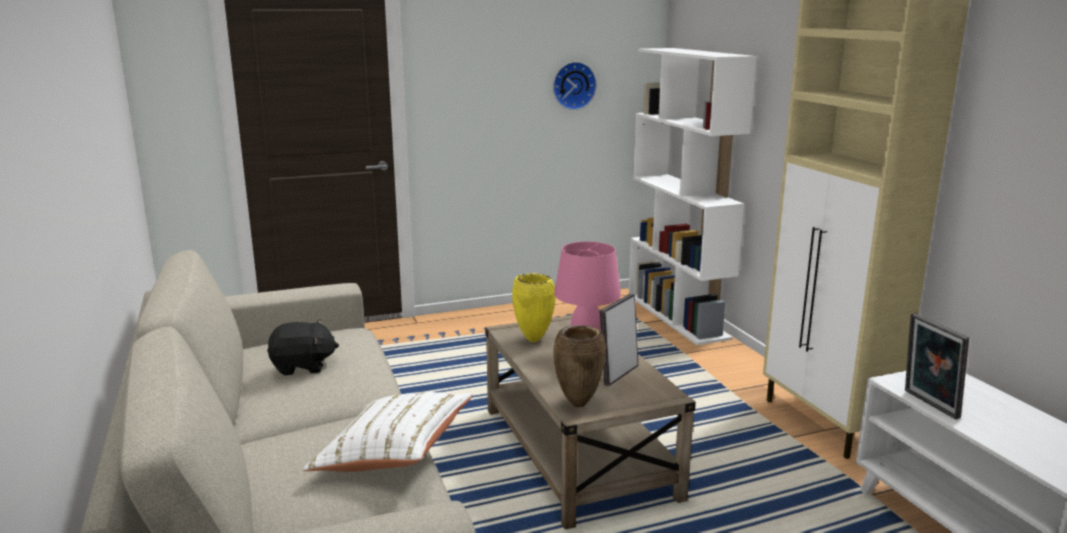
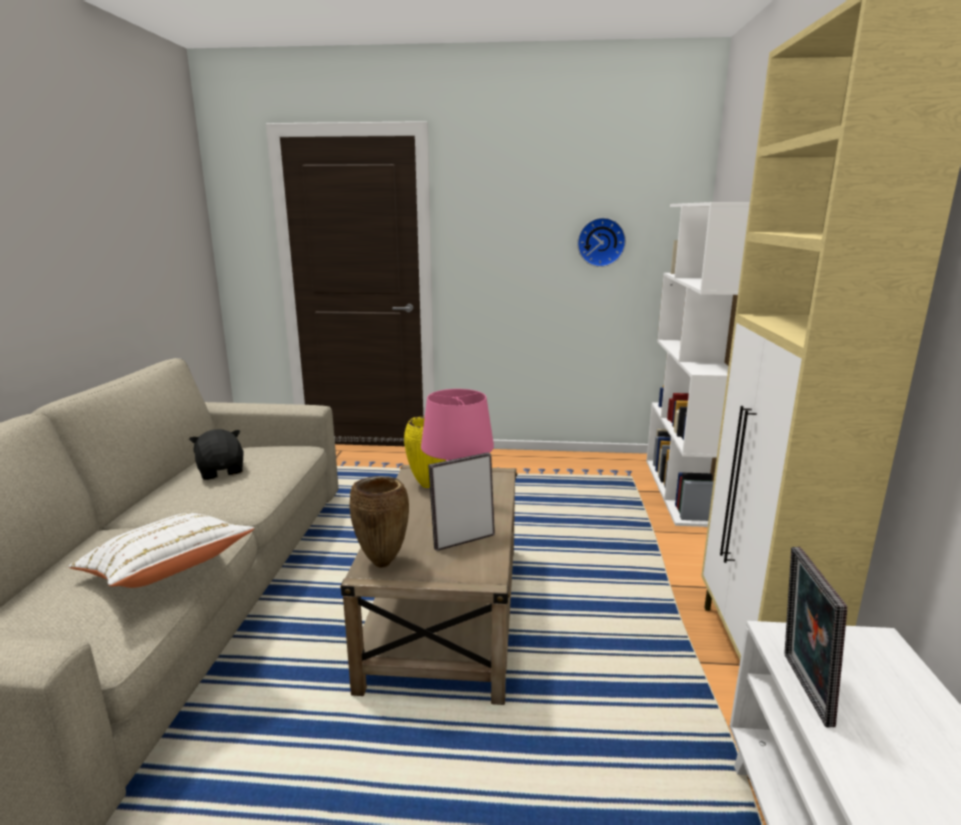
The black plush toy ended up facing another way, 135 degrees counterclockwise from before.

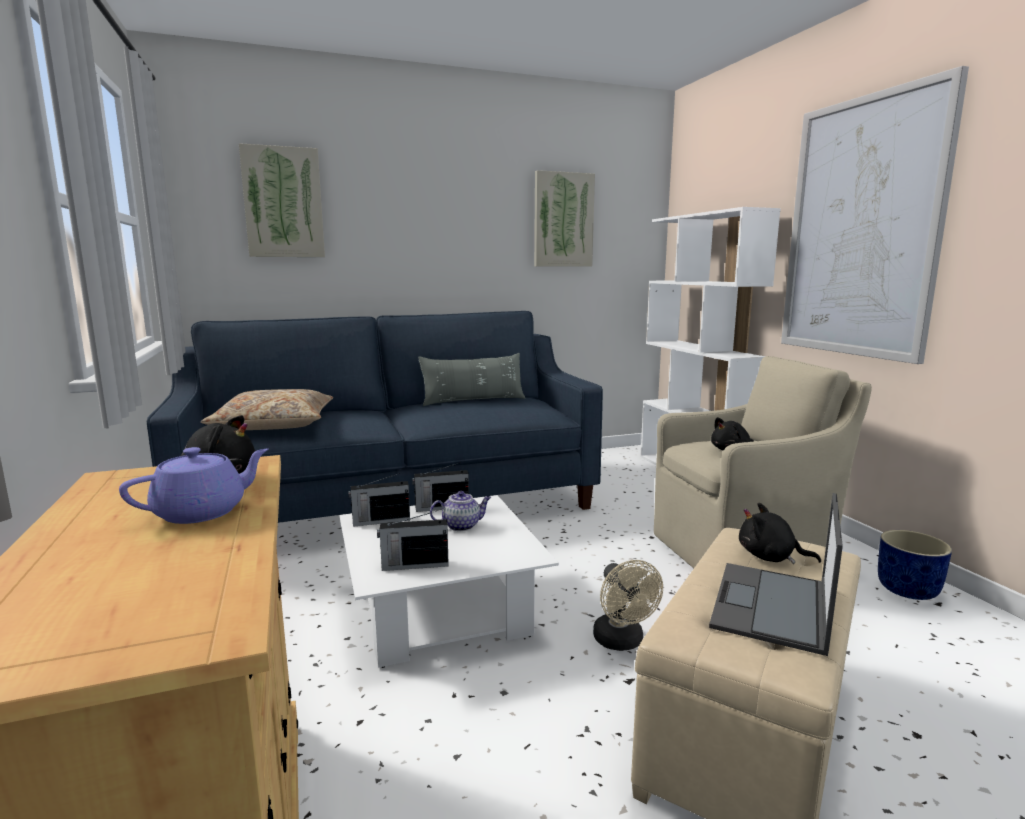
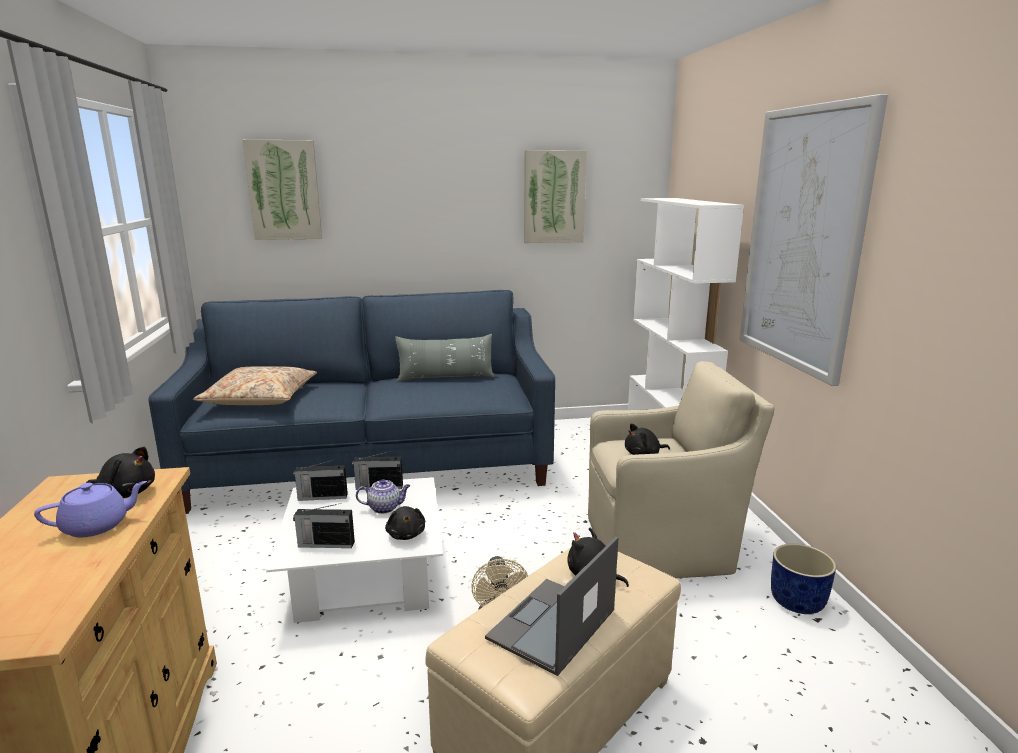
The second view gained the black plush toy (2nd from left).

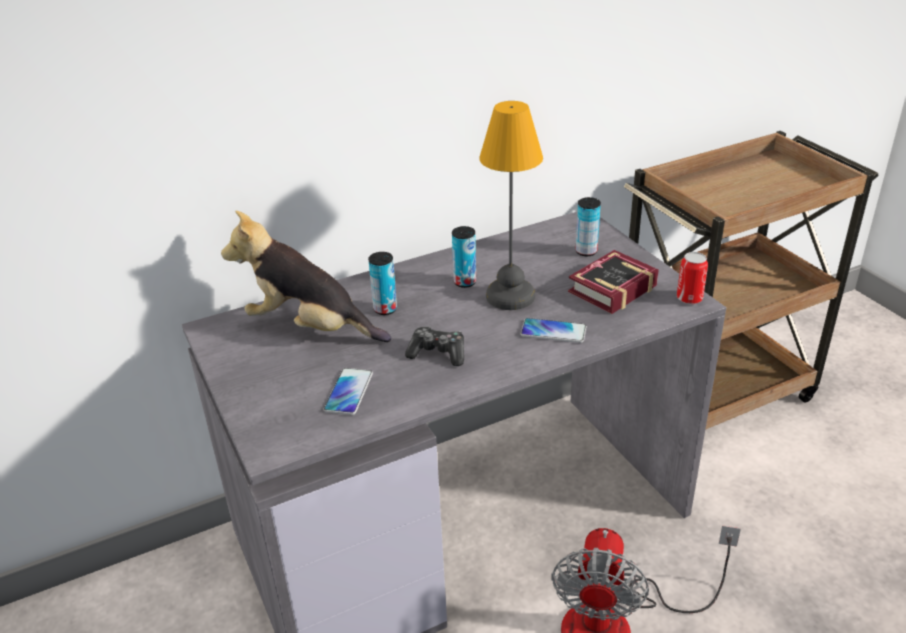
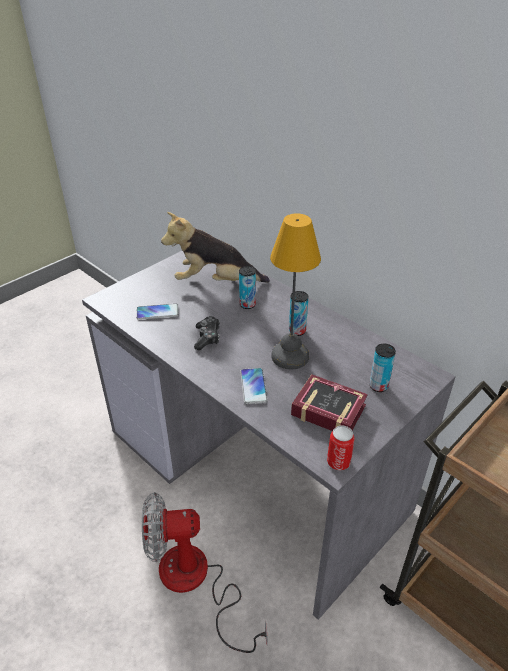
The plush toy ended up facing another way, 90 degrees counterclockwise from before.

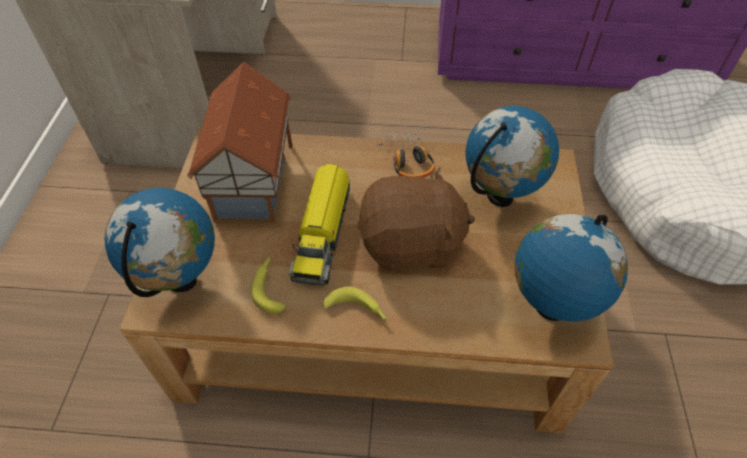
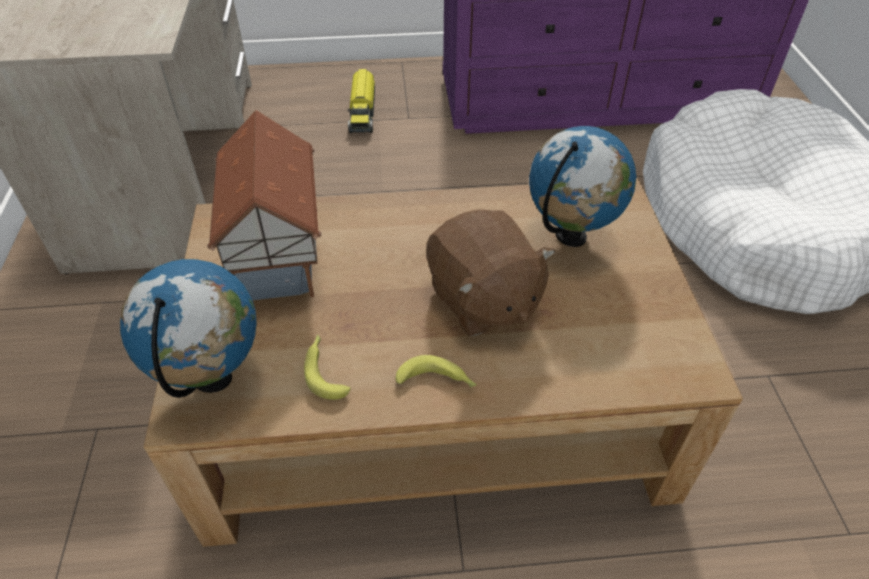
The second view lost the headphones.
The toy truck ended up elsewhere.
The brown plush toy ended up facing another way, 75 degrees clockwise from before.
The second view lost the globe (3rd from left).

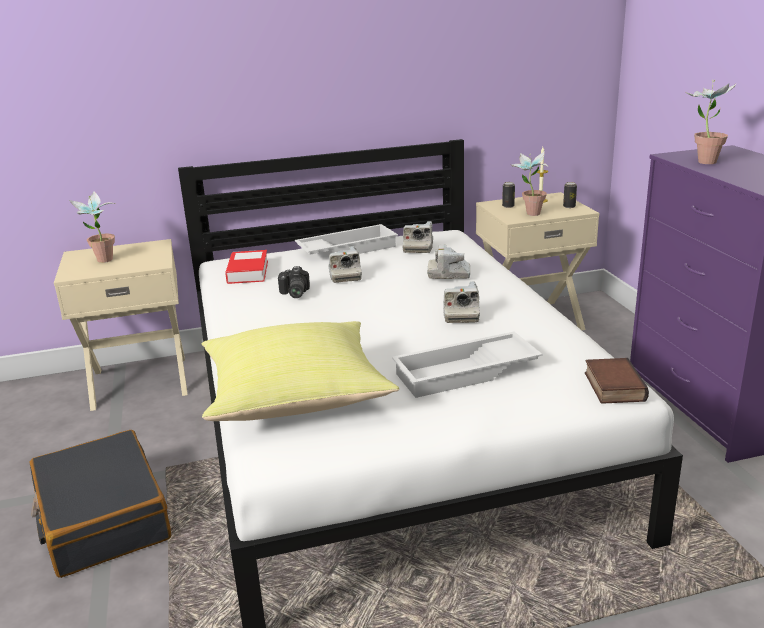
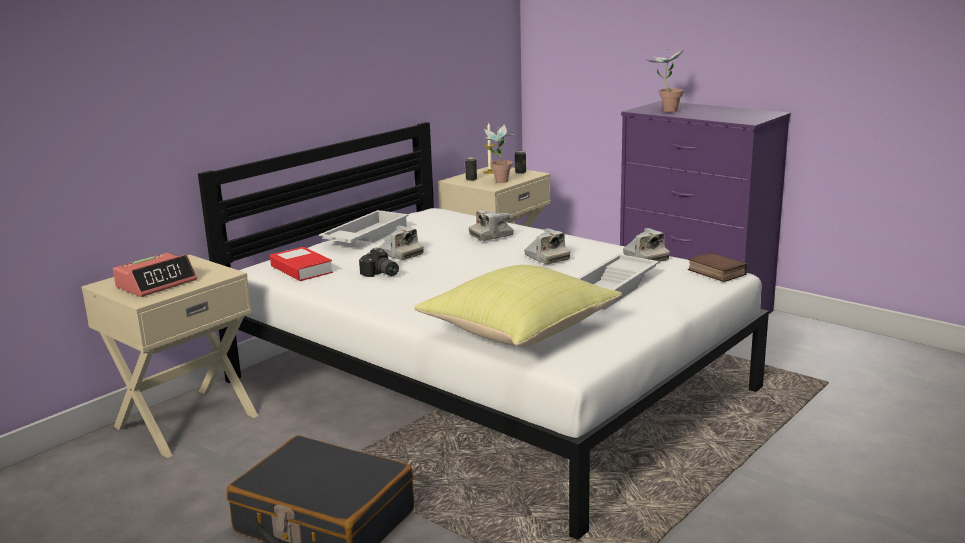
Where the potted plant (1st from left) stood, the alarm clock came to stand.
The photo camera (3rd from left in the first image) ended up elsewhere.

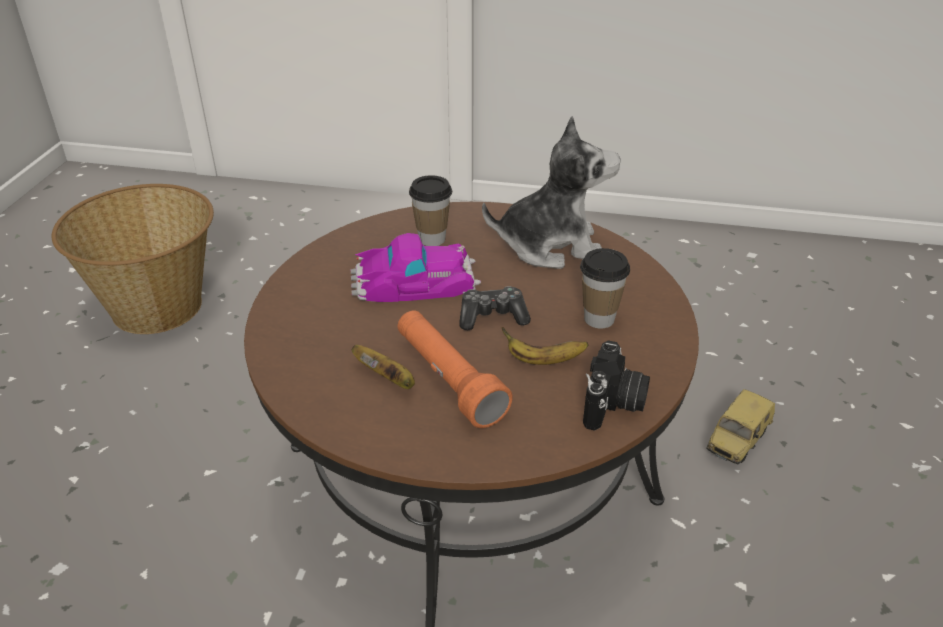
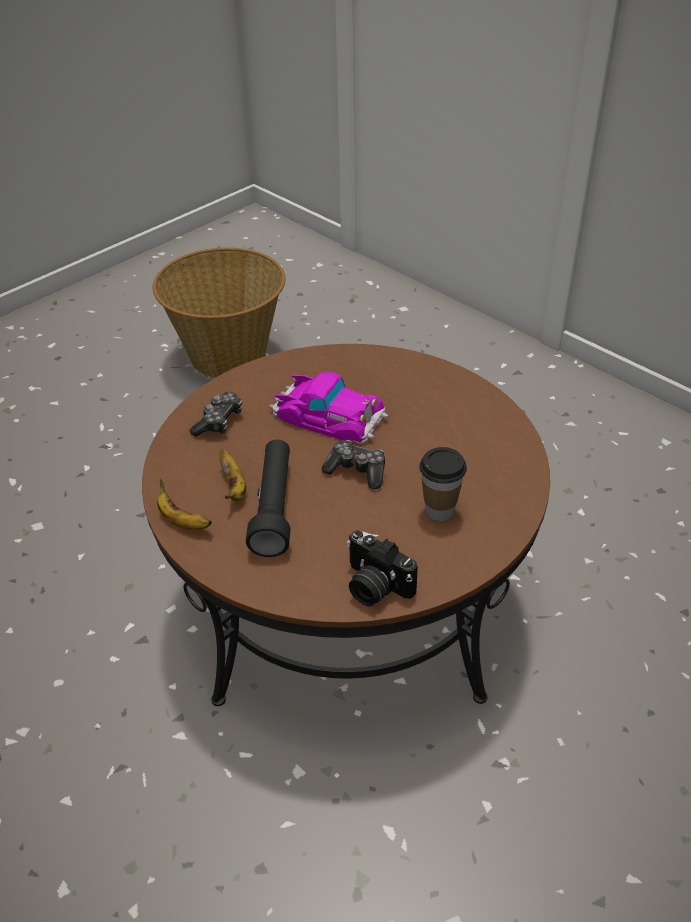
The second view lost the plush toy.
The second view lost the cup (1st from left).
What was the orange flashlight turned into the black flashlight.
The banana (2nd from left in the first image) ended up elsewhere.
The photo camera ended up facing another way, 75 degrees clockwise from before.
The second view lost the toy car (2nd from left).
The second view gained the game controller (1st from left).

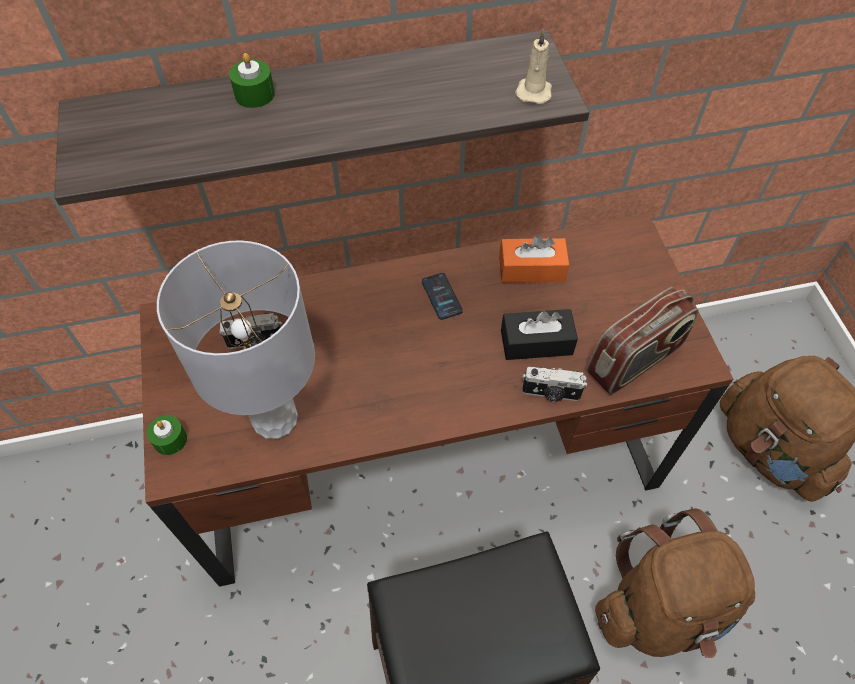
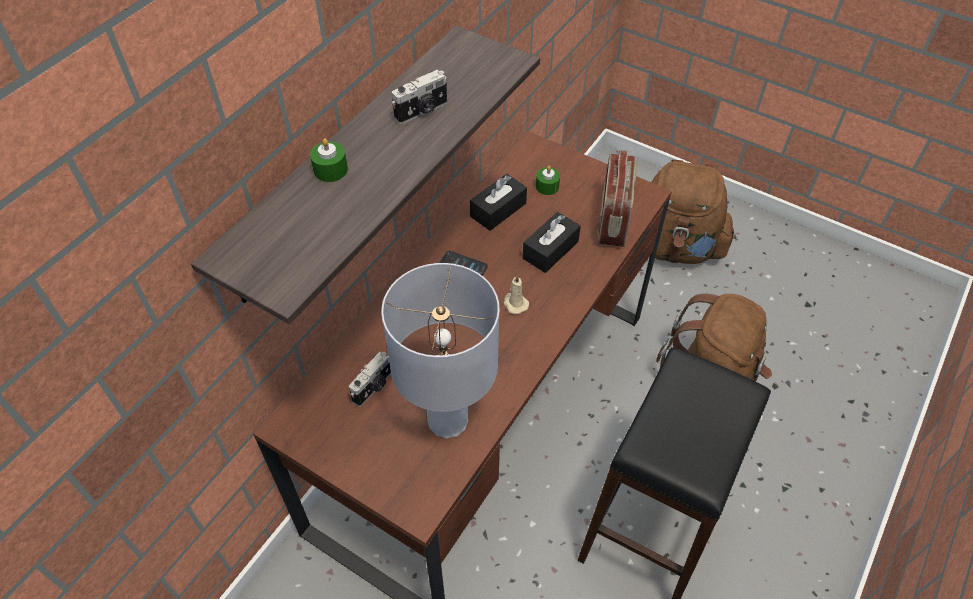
The beige candle ended up elsewhere.
What was the orange tissue box turned into the black tissue box (1st from left).
The photo camera (2nd from left) ended up elsewhere.
The green candle (1st from left in the first image) ended up elsewhere.

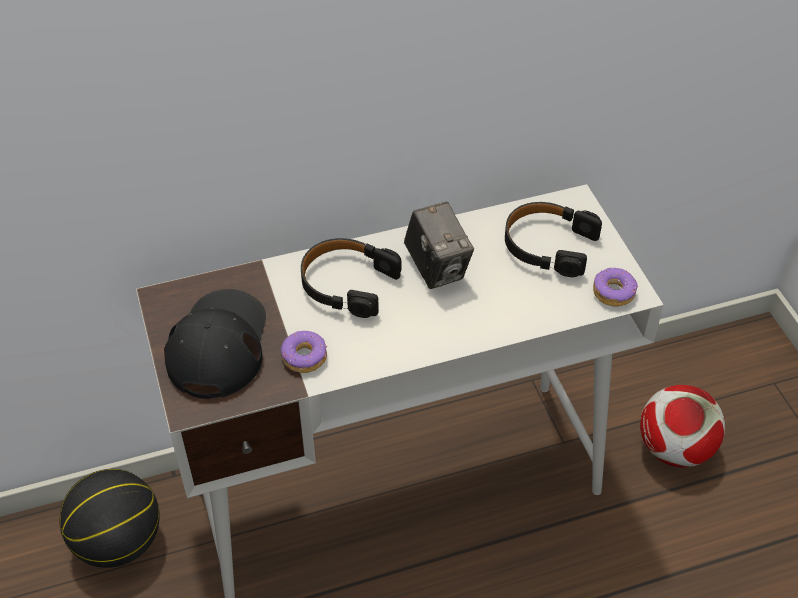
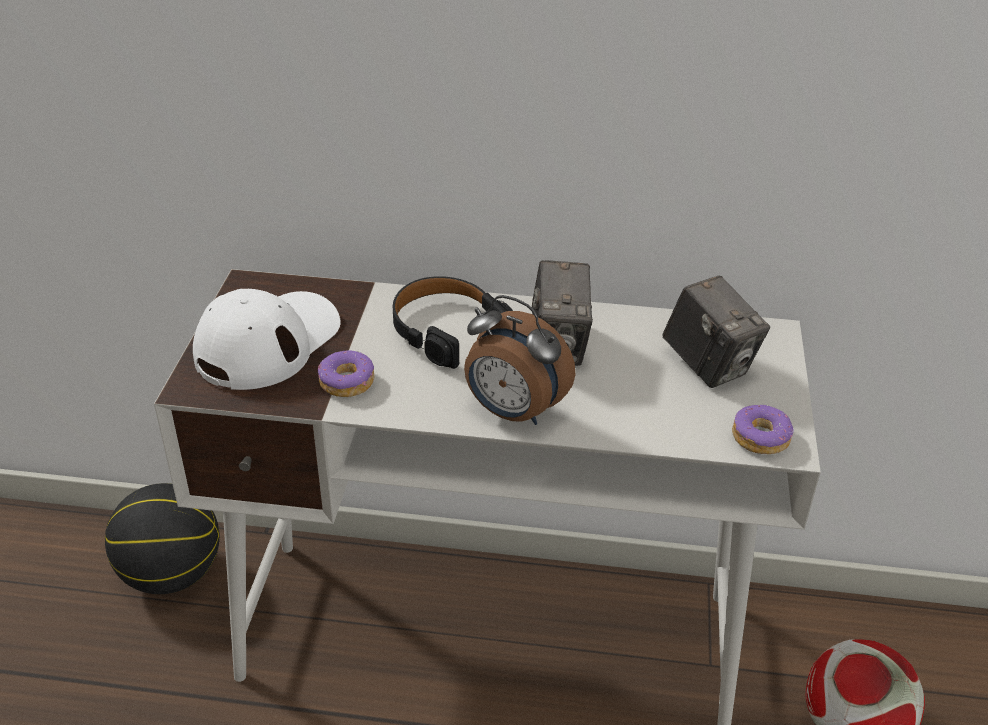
Where the black headphones (2nd from left) stood, the photo camera (2nd from left) came to stand.
What was the black cap turned into the white cap.
The second view gained the alarm clock.

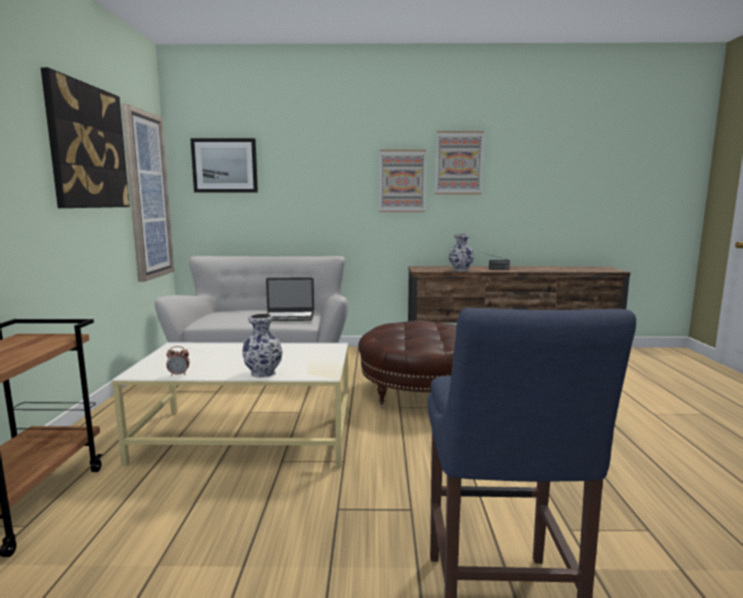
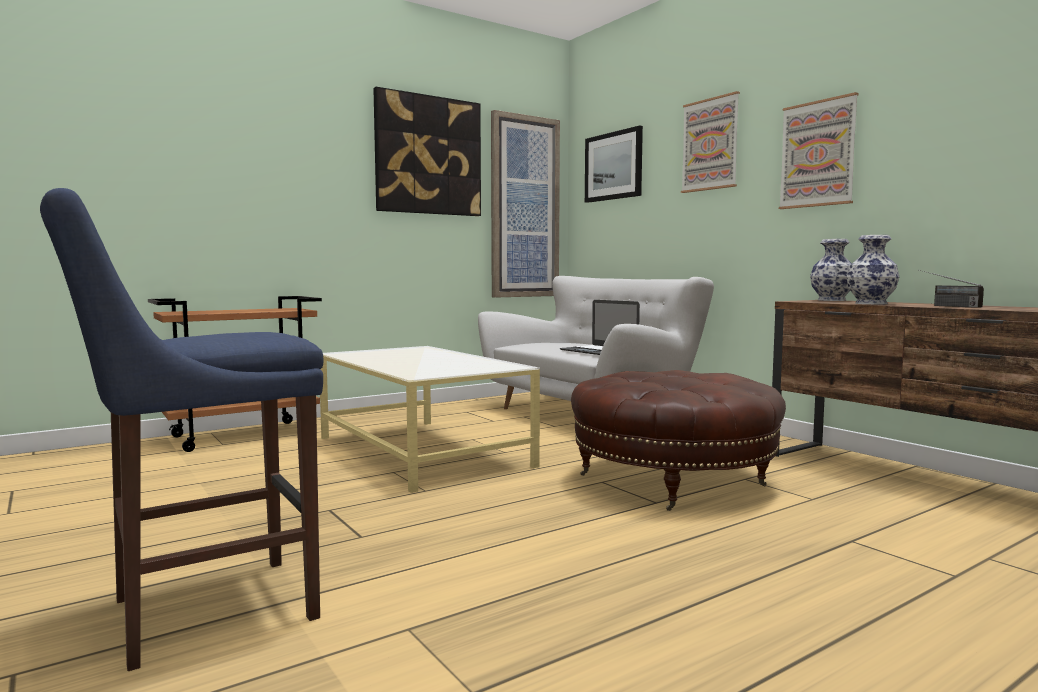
The picture (5th from left in the first image) ended up elsewhere.
The vase (1st from left) ended up elsewhere.
The second view lost the alarm clock.

